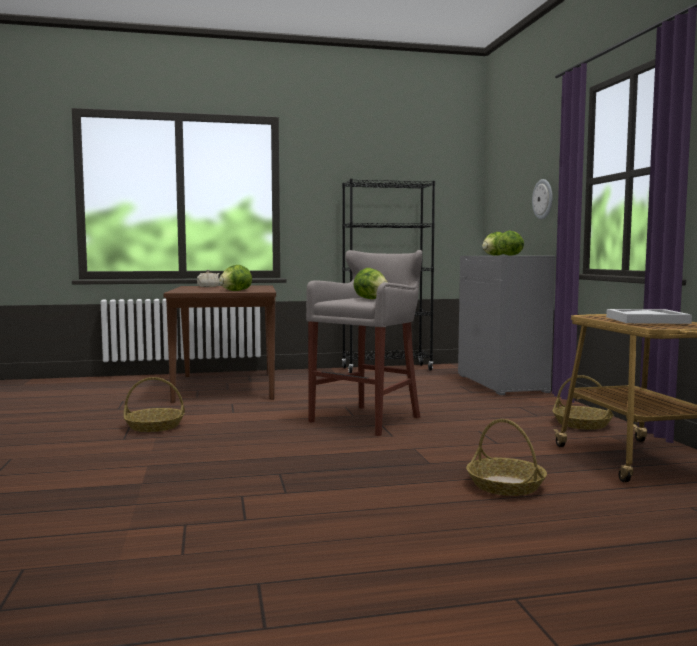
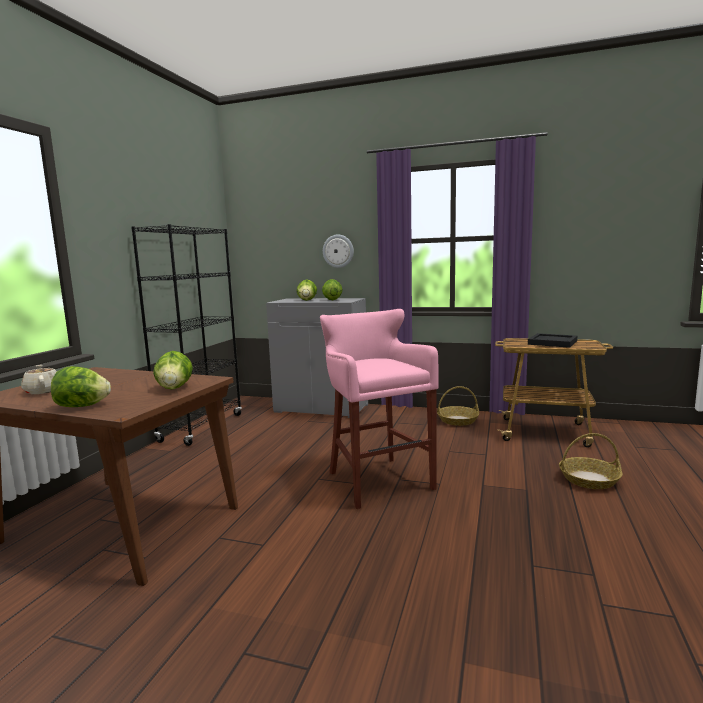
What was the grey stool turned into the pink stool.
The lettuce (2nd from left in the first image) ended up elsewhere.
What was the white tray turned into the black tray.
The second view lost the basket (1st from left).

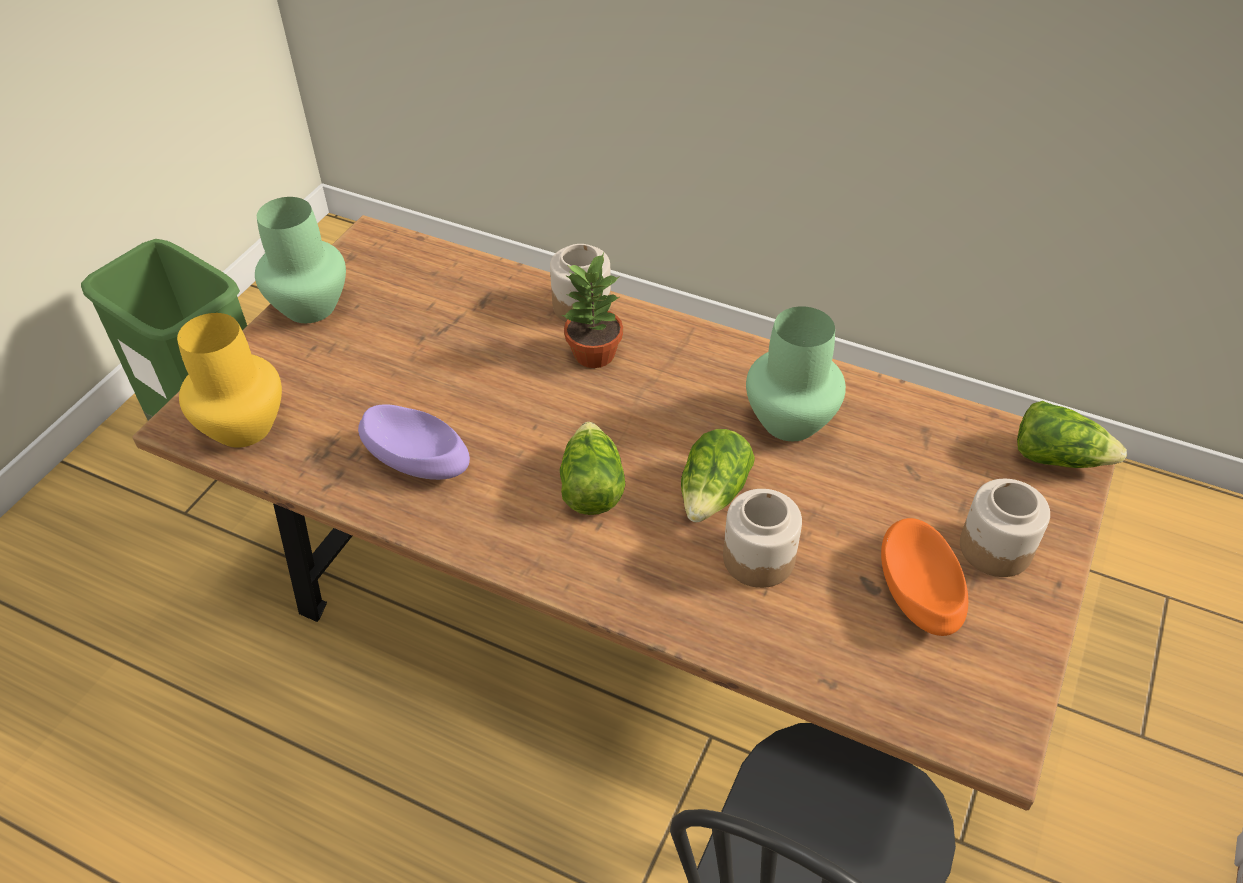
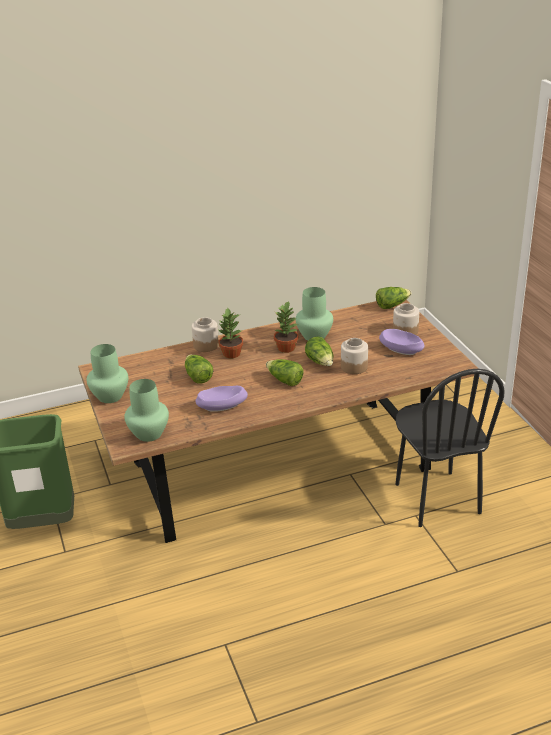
What was the yellow vase turned into the green vase (2nd from left).
What was the orange bowl turned into the purple bowl (2nd from left).
The second view gained the potted plant (2nd from left).
The second view gained the lettuce (1st from left).

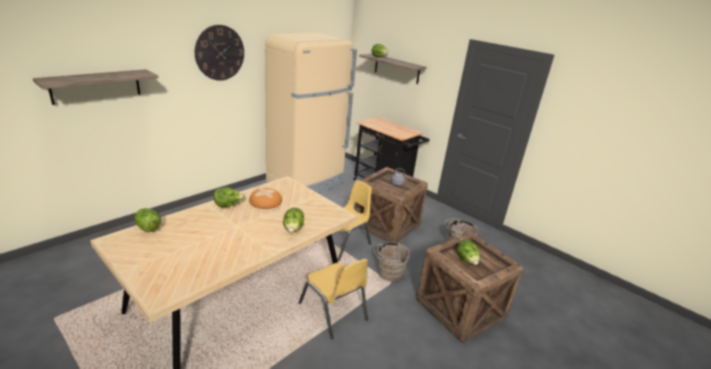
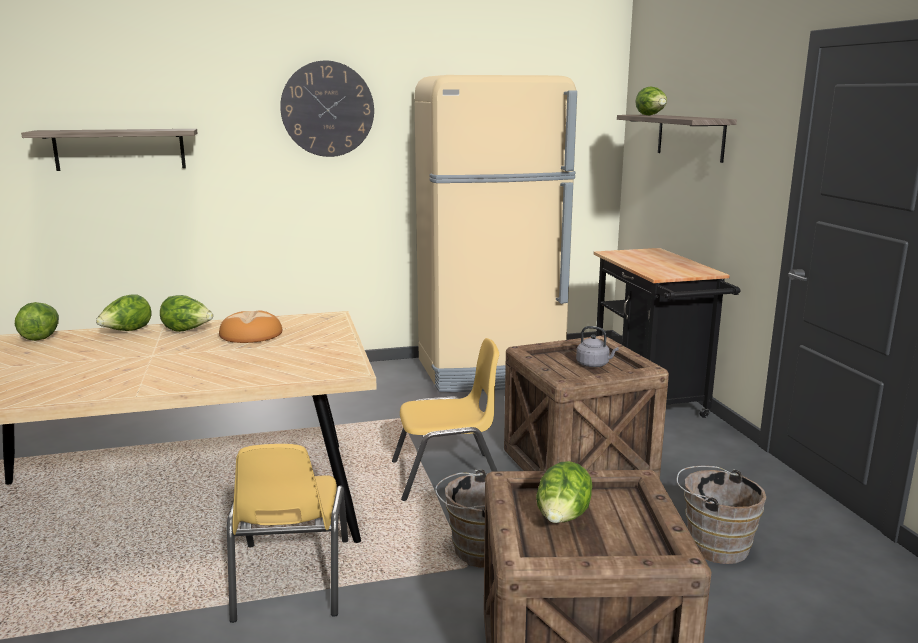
The lettuce (3rd from left in the first image) ended up elsewhere.

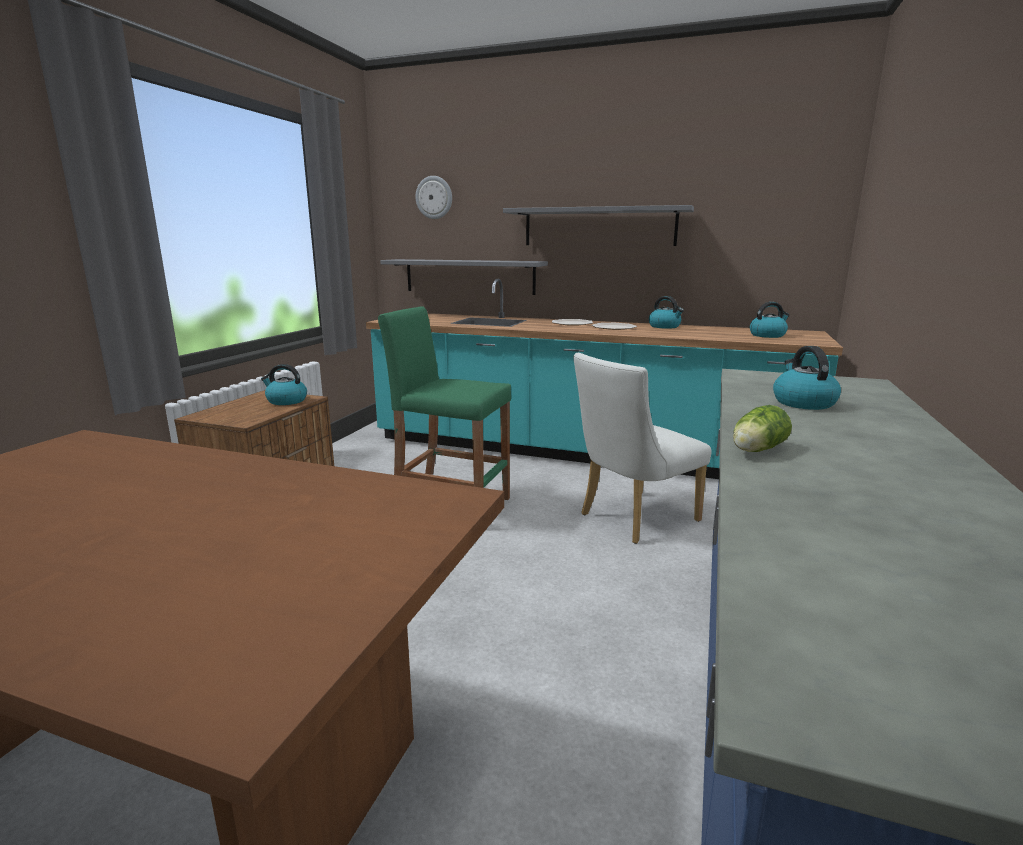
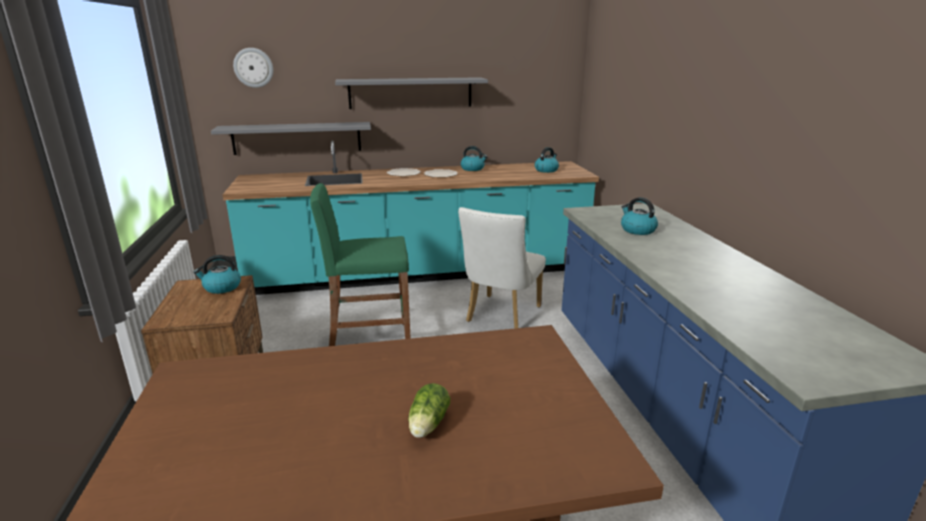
The lettuce ended up elsewhere.

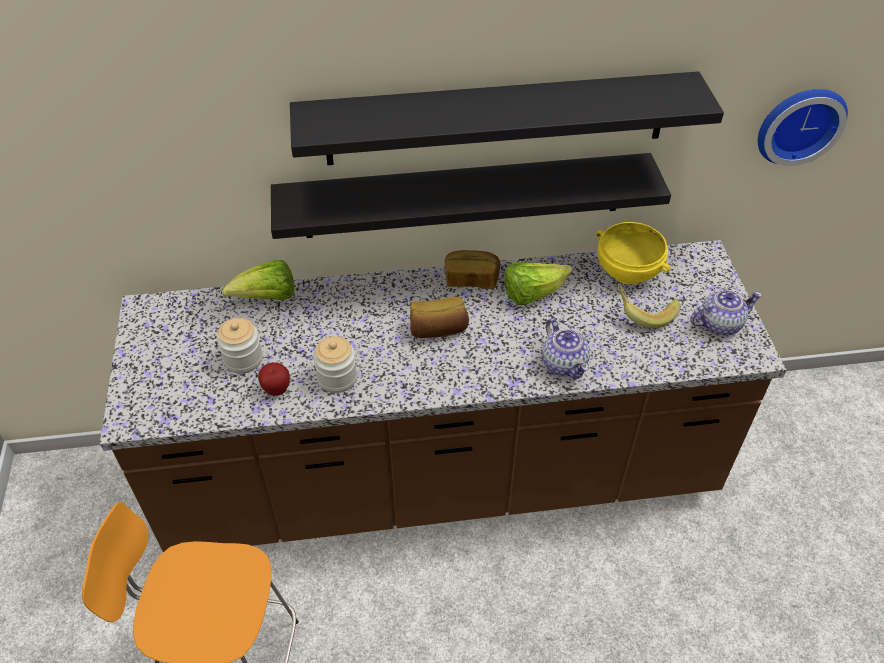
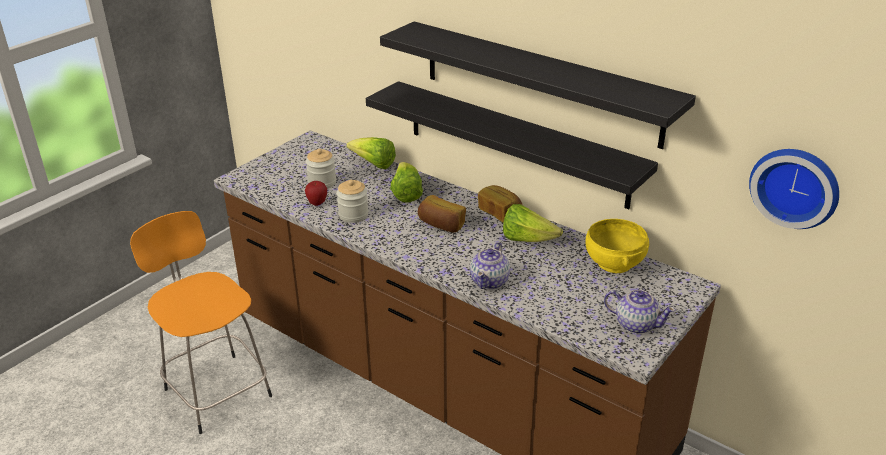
The second view lost the banana.
The second view gained the lettuce (2nd from left).

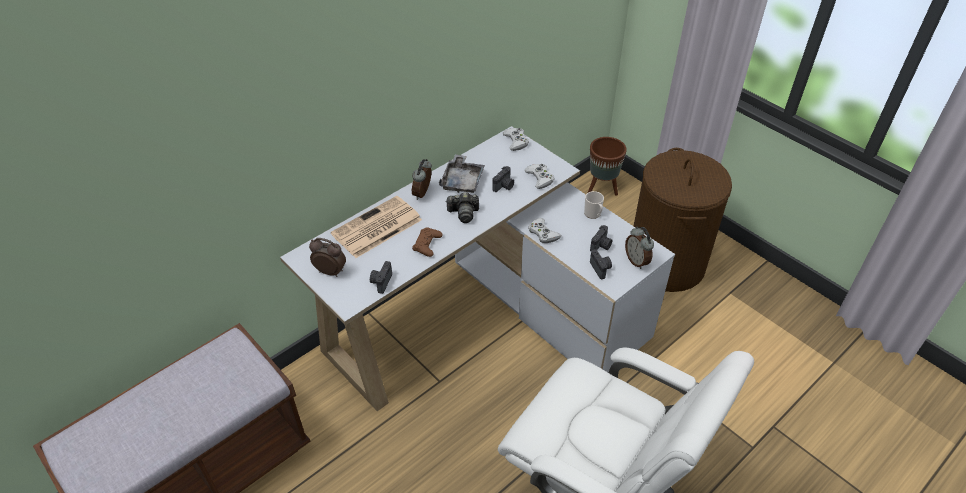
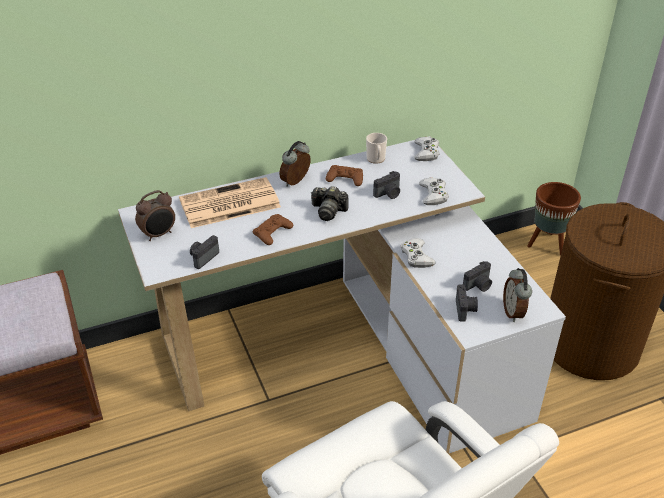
Where the grey tray stood, the brown game controller (2nd from left) came to stand.
The mug ended up elsewhere.
The alarm clock (1st from left) ended up facing another way, 105 degrees clockwise from before.

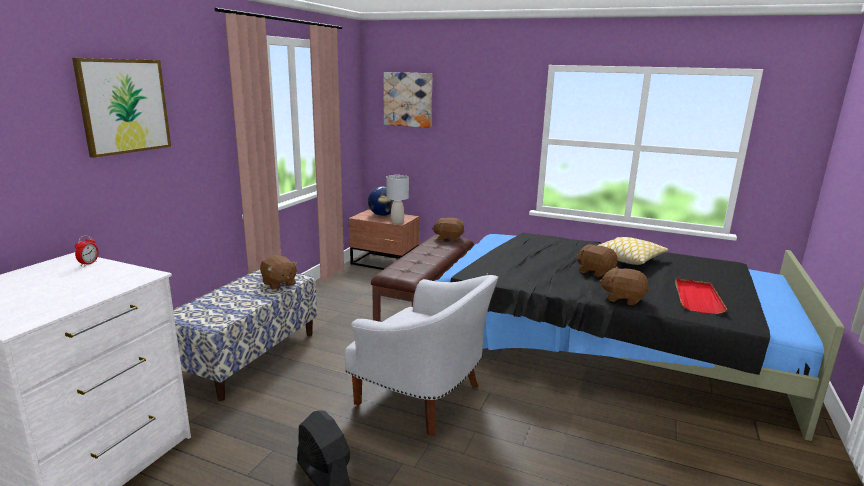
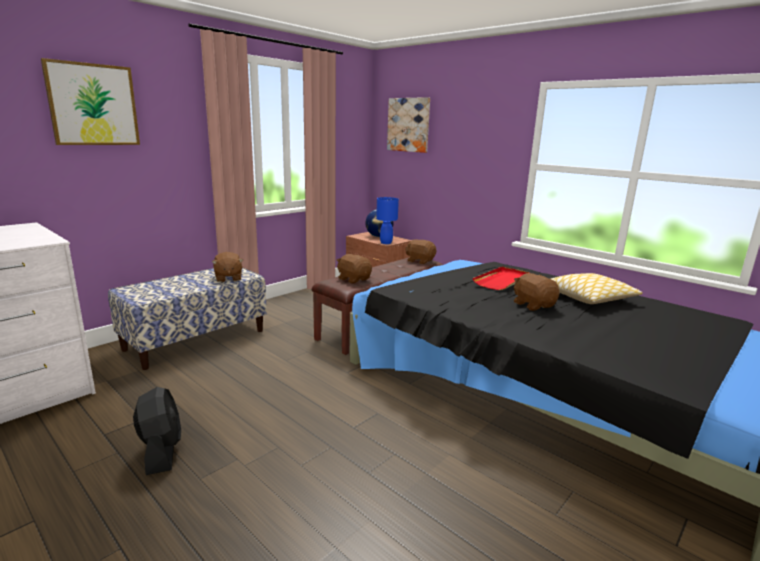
What was the grey table lamp turned into the blue table lamp.
The second view lost the alarm clock.
The brown plush toy (4th from left in the first image) ended up elsewhere.
The second view lost the white armchair.
The red tray ended up elsewhere.

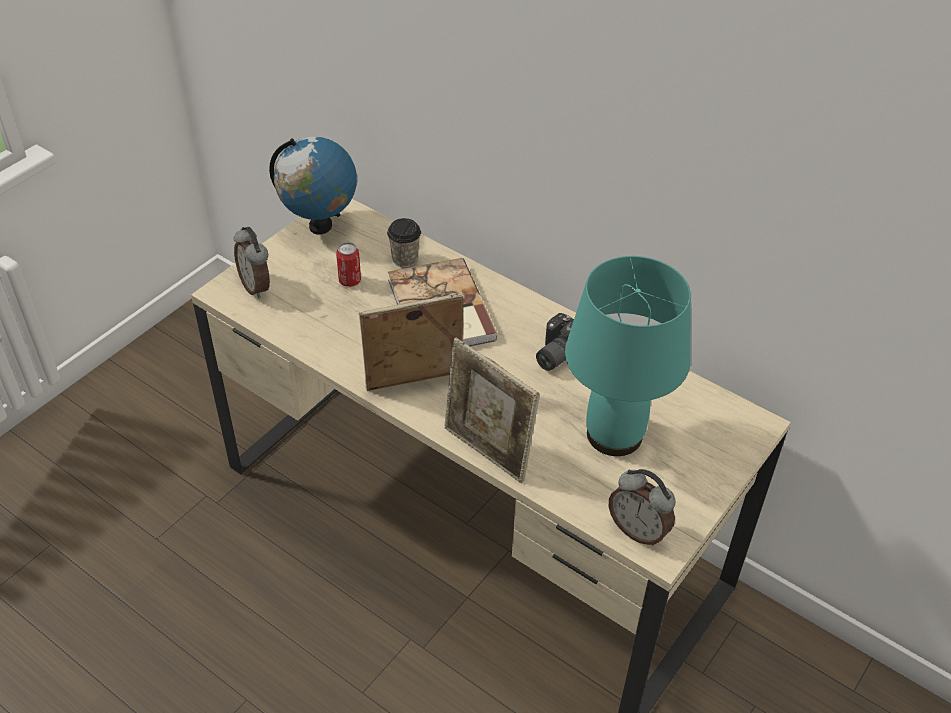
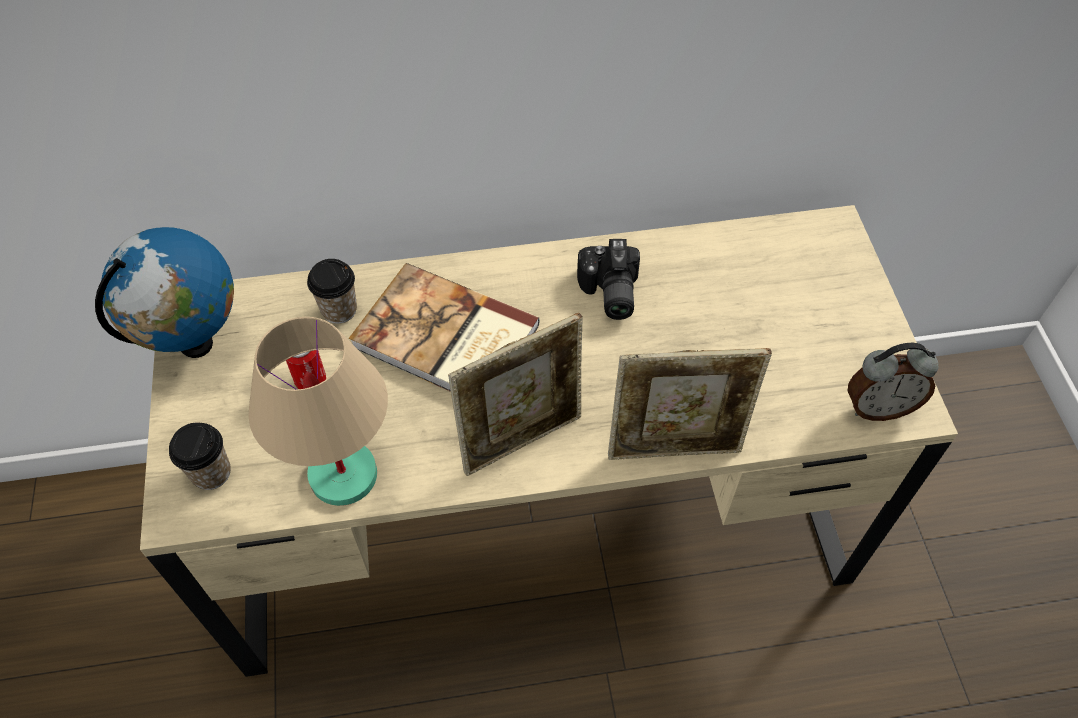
Where the alarm clock (1st from left) stood, the cup (1st from left) came to stand.
The second view lost the turquoise table lamp.
The picture frame (1st from left) ended up facing another way, 150 degrees counterclockwise from before.
The second view gained the beige table lamp.

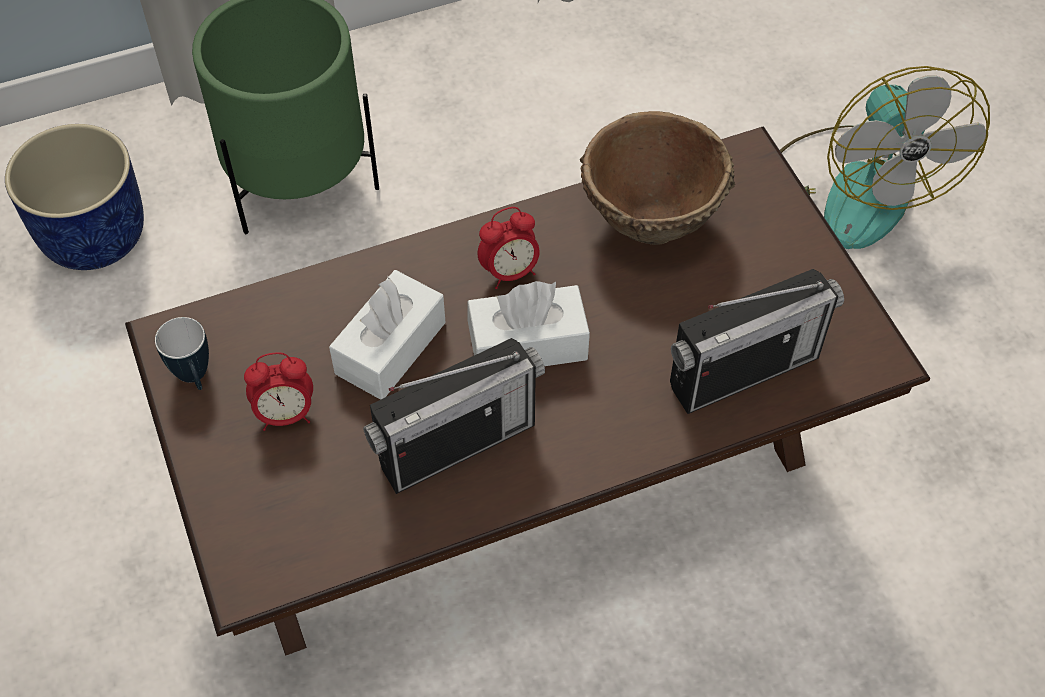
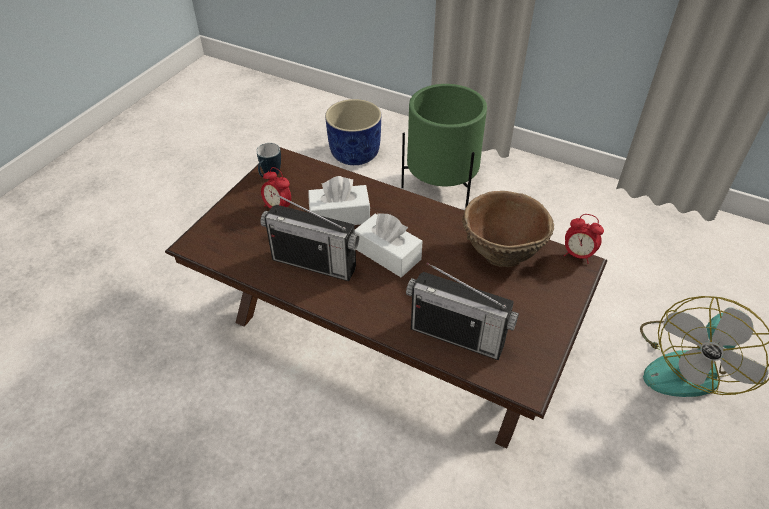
The alarm clock (2nd from left) ended up elsewhere.

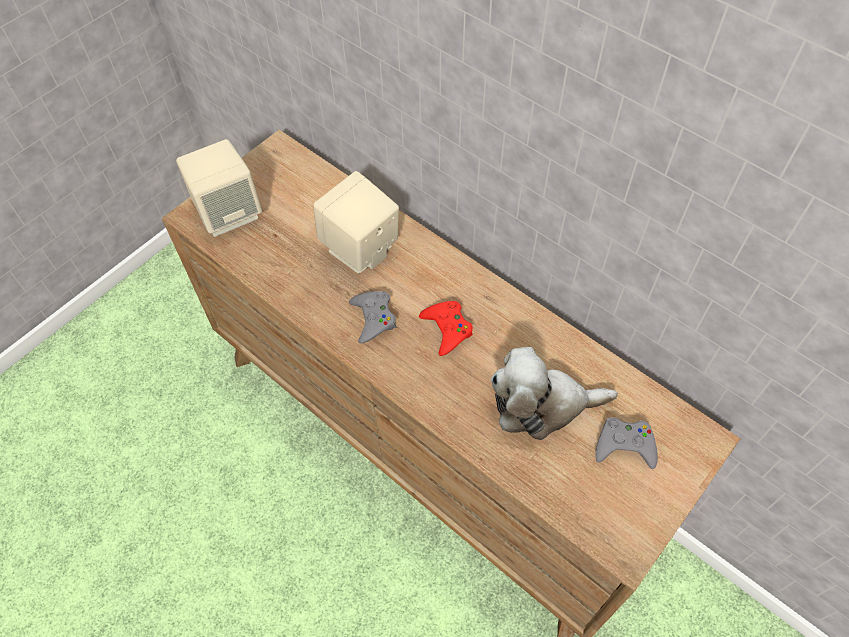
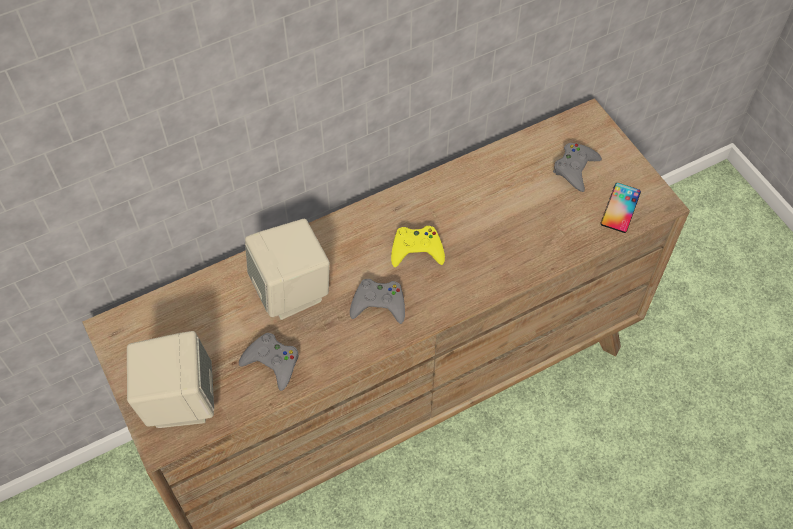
What was the red game controller turned into the yellow game controller.
The second view lost the plush toy.
The second view gained the phone.
The second view gained the grey game controller (1st from left).

